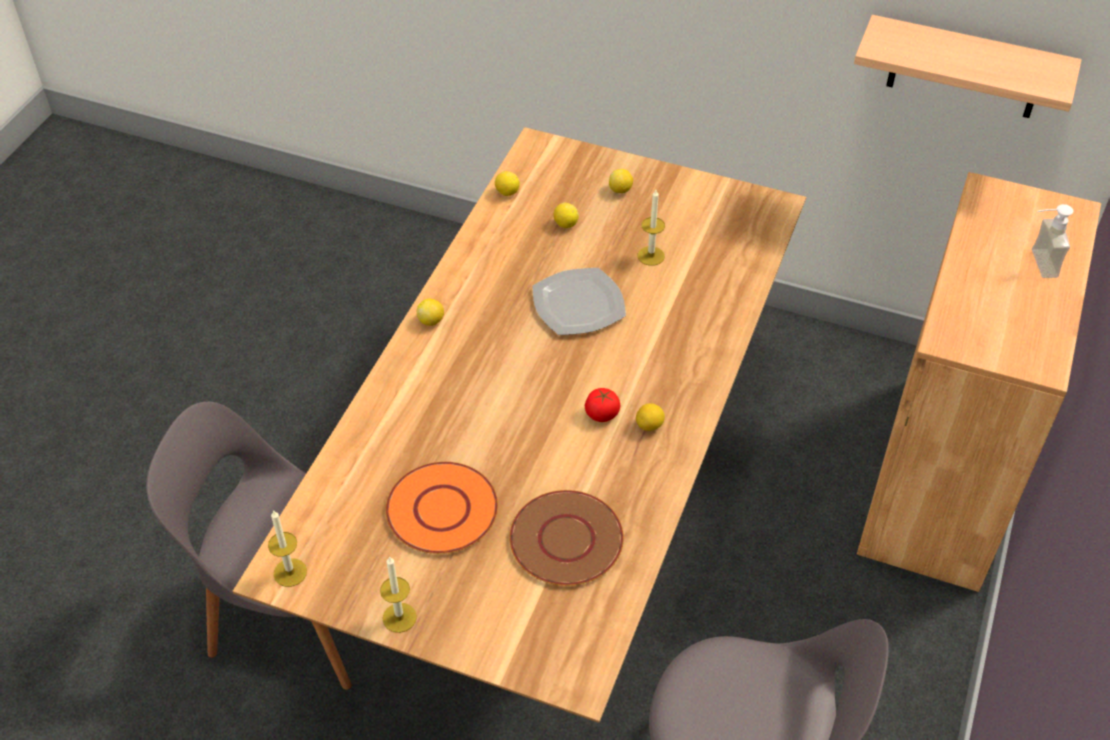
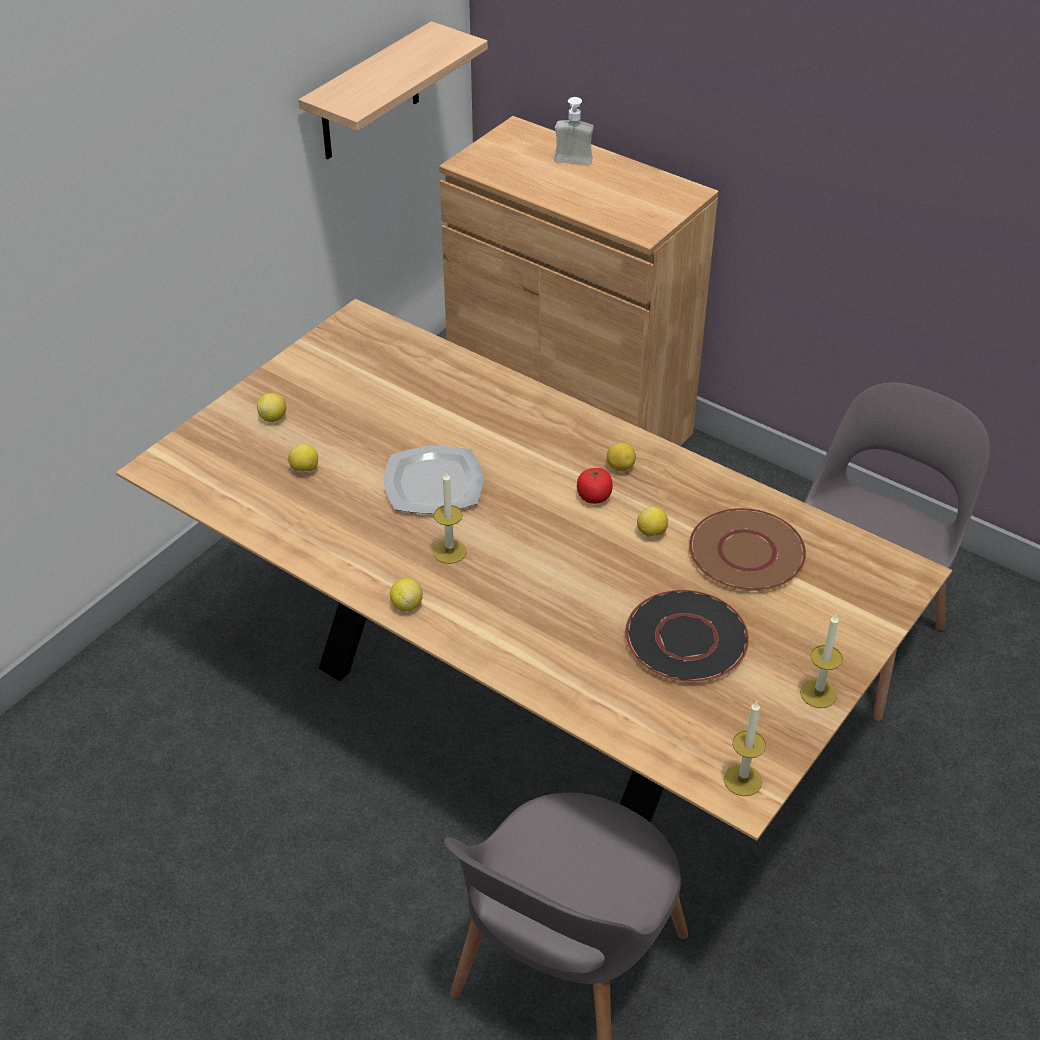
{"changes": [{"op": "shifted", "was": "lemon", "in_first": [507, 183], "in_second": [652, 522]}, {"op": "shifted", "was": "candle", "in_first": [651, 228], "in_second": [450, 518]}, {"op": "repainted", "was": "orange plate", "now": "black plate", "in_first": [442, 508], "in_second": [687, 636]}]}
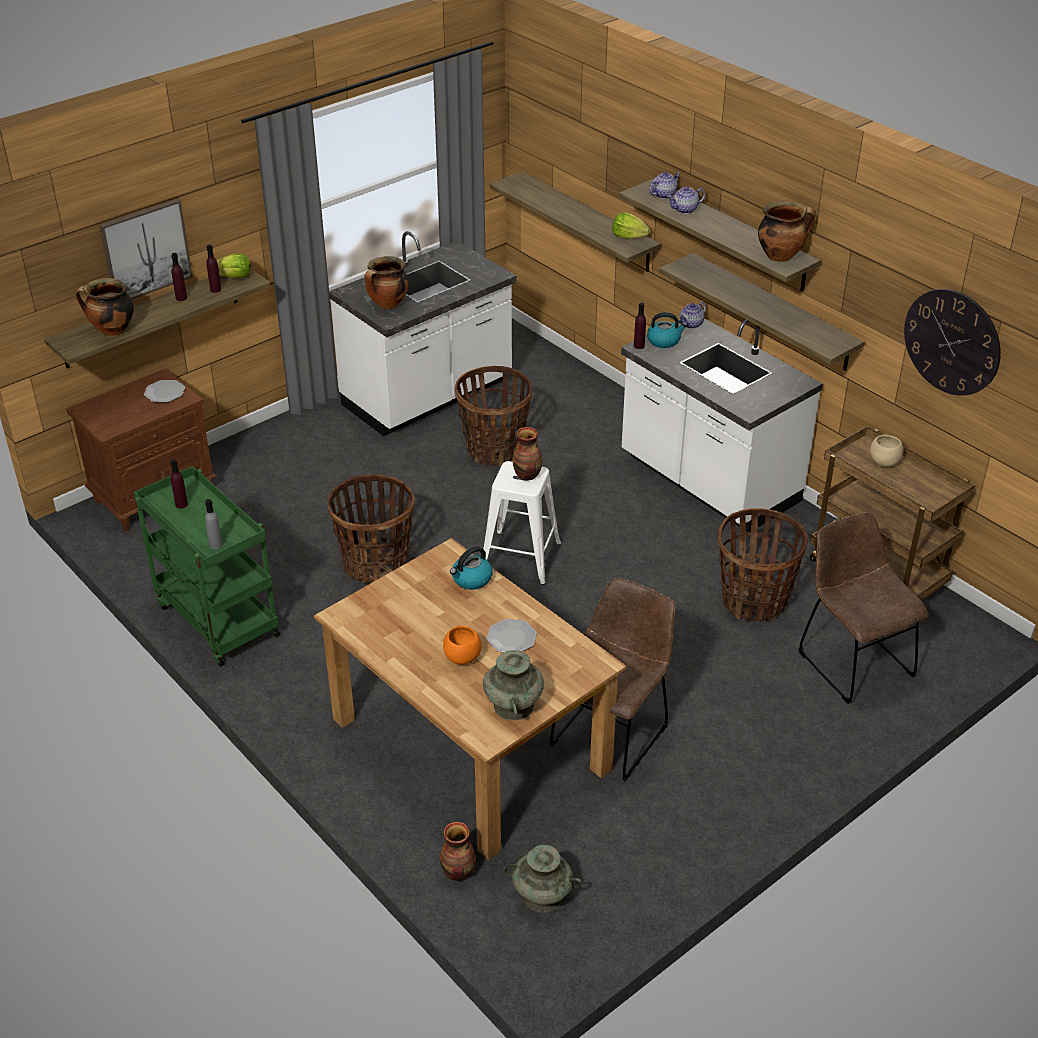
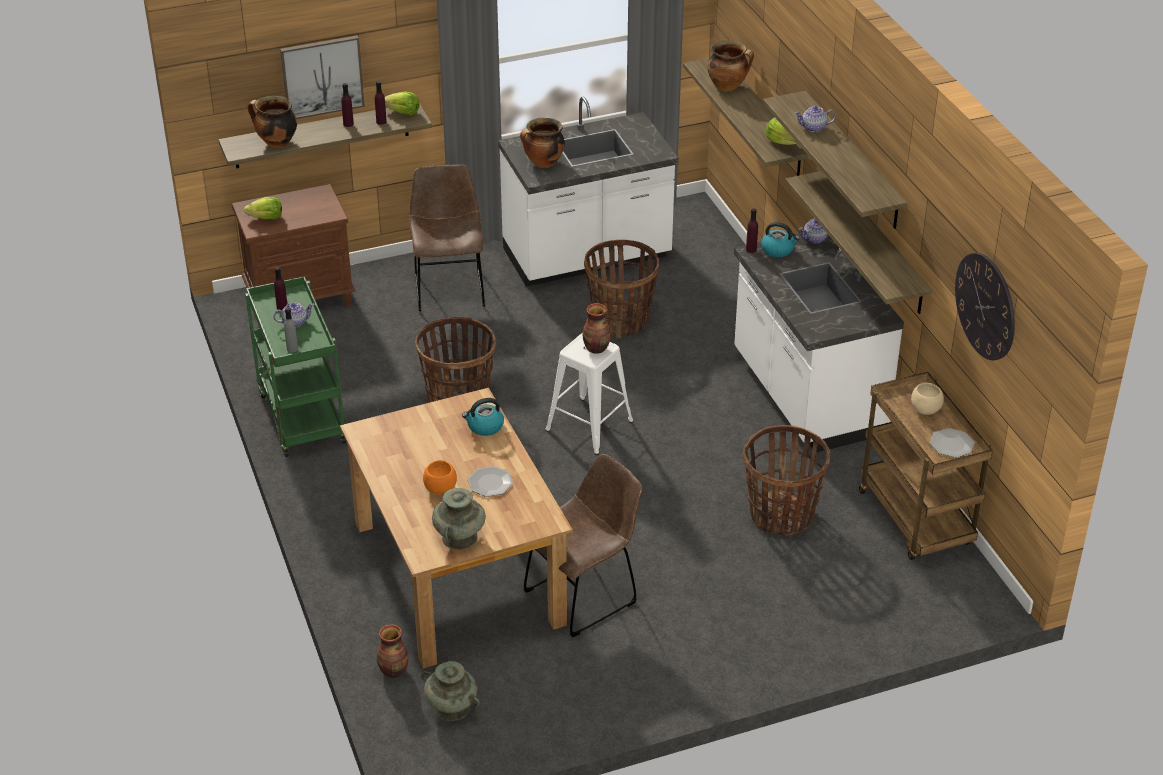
{"changes": [{"op": "new", "now": "lettuce", "in_second": [263, 208]}, {"op": "shifted", "was": "plate", "in_first": [164, 391], "in_second": [952, 443]}, {"op": "shifted", "was": "teapot", "in_first": [664, 185], "in_second": [293, 315]}, {"op": "shifted", "was": "cooking pot", "in_first": [786, 231], "in_second": [730, 66]}, {"op": "shifted", "was": "brown chair", "in_first": [863, 608], "in_second": [447, 237]}]}
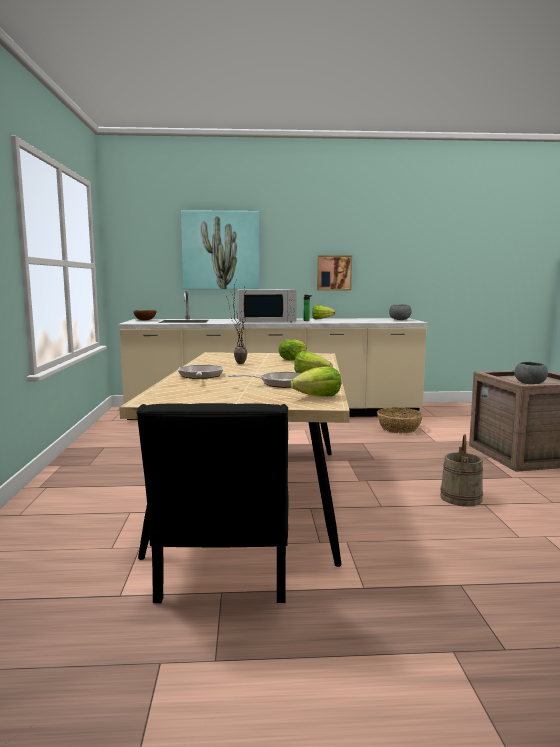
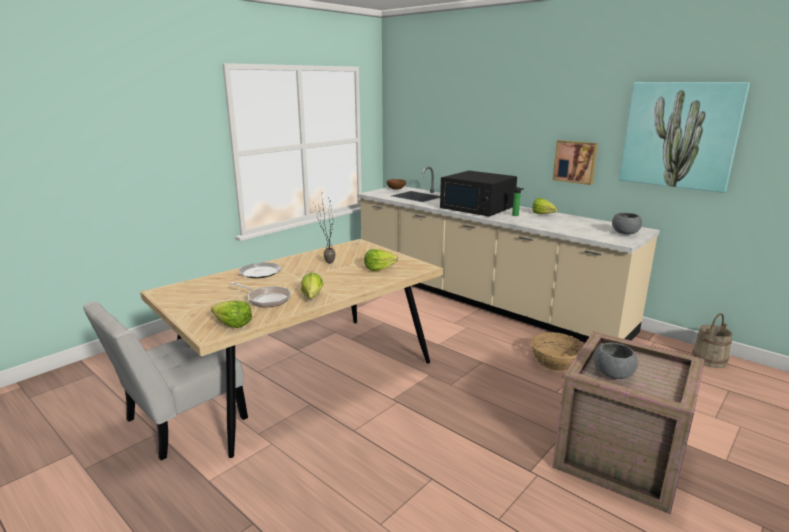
{"changes": [{"op": "shifted", "was": "picture", "in_first": [220, 249], "in_second": [684, 137]}, {"op": "shifted", "was": "beige bucket", "in_first": [461, 470], "in_second": [712, 340]}, {"op": "swapped", "was": "frying pan", "now": "plate", "in_first": [200, 372], "in_second": [260, 270]}, {"op": "repainted", "was": "black chair", "now": "white chair", "in_first": [213, 503], "in_second": [165, 380]}, {"op": "repainted", "was": "white microwave", "now": "black microwave", "in_first": [267, 306], "in_second": [478, 194]}]}
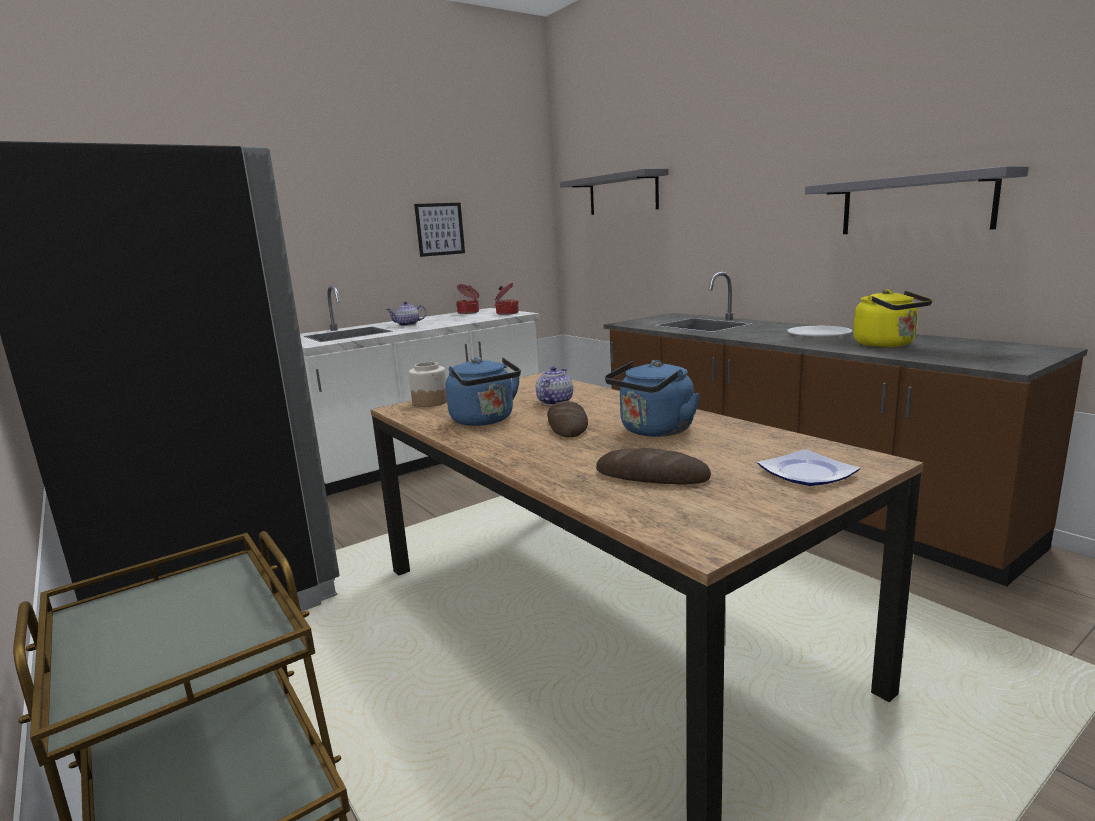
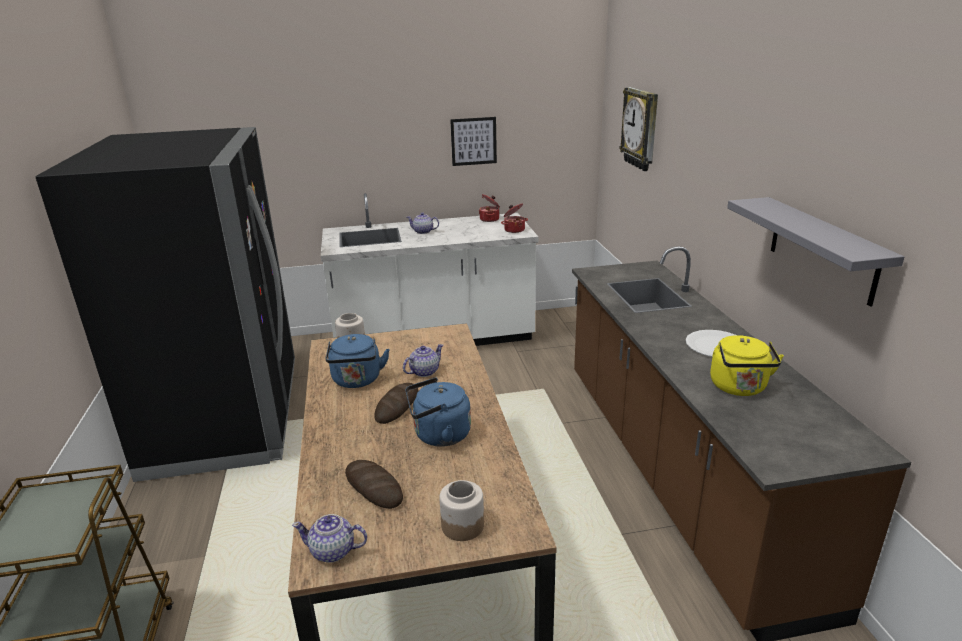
{"changes": [{"op": "new", "now": "teapot", "in_second": [329, 538]}, {"op": "swapped", "was": "grey shelf", "now": "wall clock", "in_first": [614, 192], "in_second": [639, 129]}, {"op": "swapped", "was": "plate", "now": "jar", "in_first": [808, 467], "in_second": [461, 510]}]}
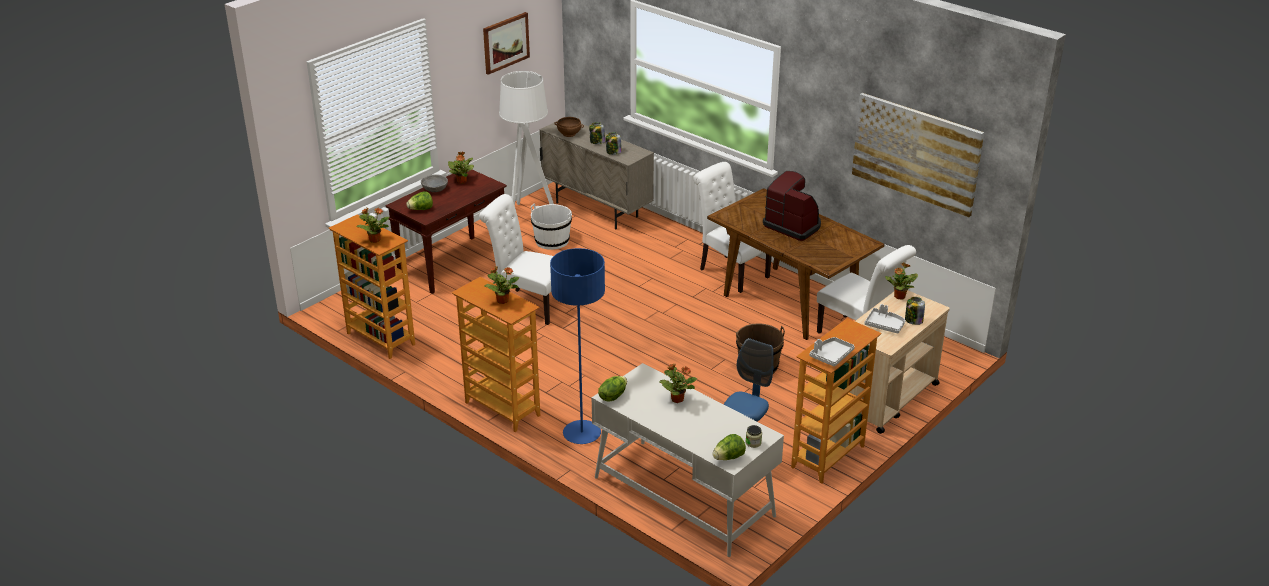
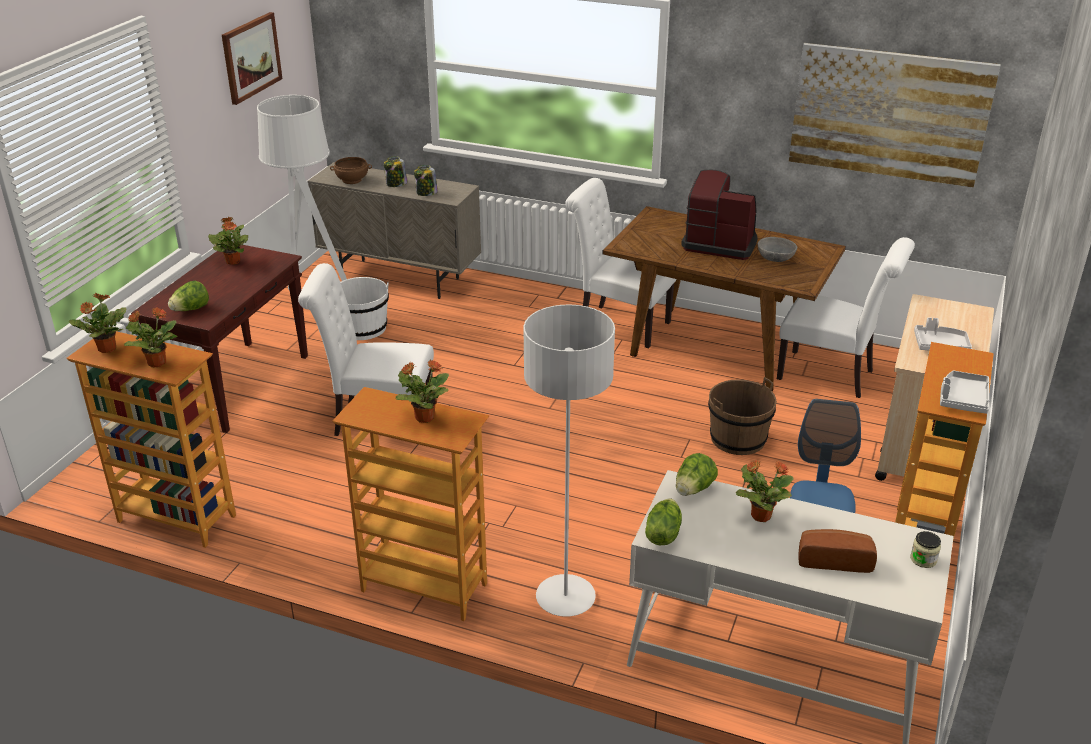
{"changes": [{"op": "gone", "was": "jar", "in_first": [915, 311]}, {"op": "new", "now": "bread", "in_second": [837, 551]}, {"op": "shifted", "was": "grey bowl", "in_first": [434, 183], "in_second": [777, 249]}, {"op": "shifted", "was": "lettuce", "in_first": [729, 447], "in_second": [697, 474]}, {"op": "shifted", "was": "potted plant", "in_first": [901, 281], "in_second": [97, 323]}, {"op": "repainted", "was": "blue floor lamp", "now": "grey floor lamp", "in_first": [577, 346], "in_second": [569, 461]}]}
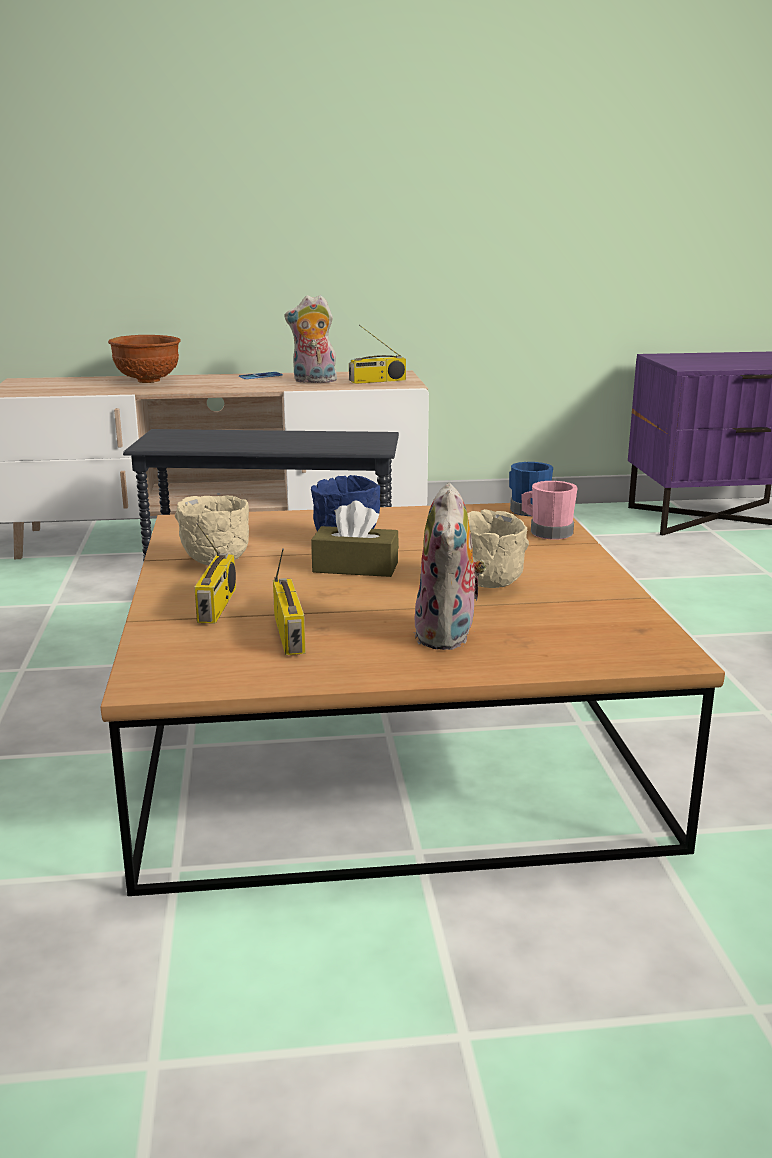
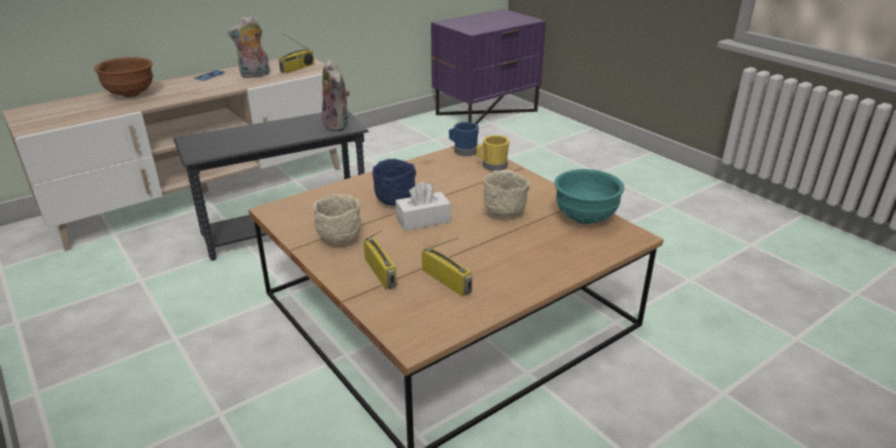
{"changes": [{"op": "new", "now": "turquoise bowl", "in_second": [589, 196]}, {"op": "shifted", "was": "plush toy", "in_first": [450, 566], "in_second": [336, 95]}, {"op": "repainted", "was": "brown tissue box", "now": "white tissue box", "in_first": [355, 539], "in_second": [423, 206]}, {"op": "repainted", "was": "pink mug", "now": "yellow mug", "in_first": [550, 510], "in_second": [493, 153]}]}
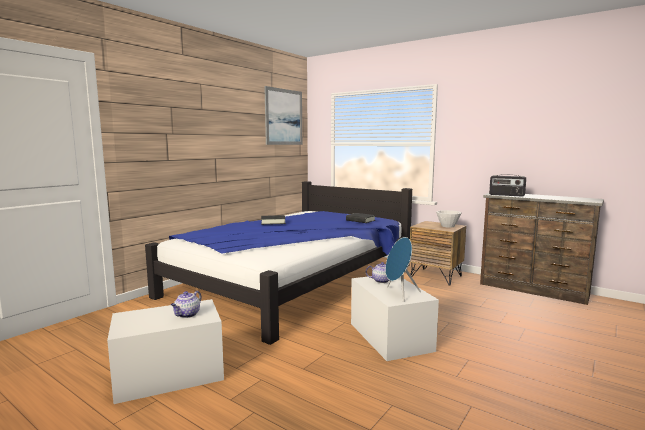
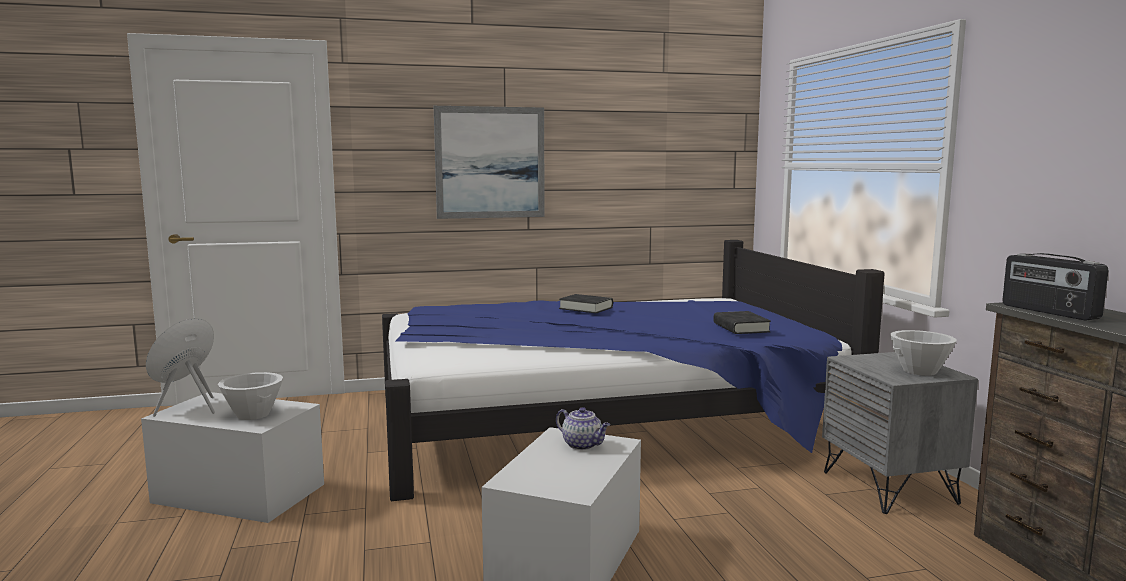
{"changes": [{"op": "shifted", "was": "picture", "in_first": [283, 115], "in_second": [489, 162]}, {"op": "shifted", "was": "blue speaker", "in_first": [403, 269], "in_second": [180, 367]}, {"op": "swapped", "was": "teapot", "now": "white bowl", "in_first": [186, 304], "in_second": [250, 396]}, {"op": "repainted", "was": "brown nightstand", "now": "grey nightstand", "in_first": [438, 253], "in_second": [900, 433]}]}
